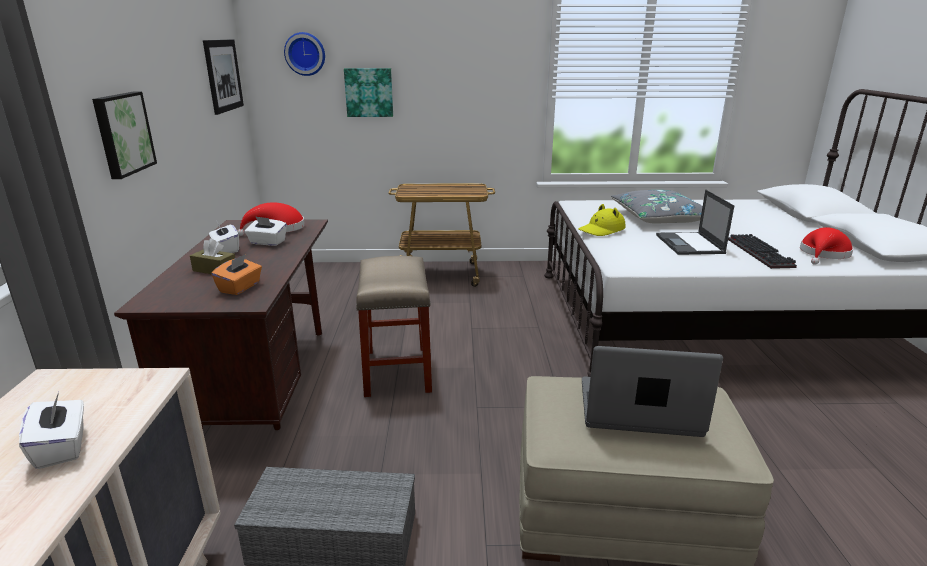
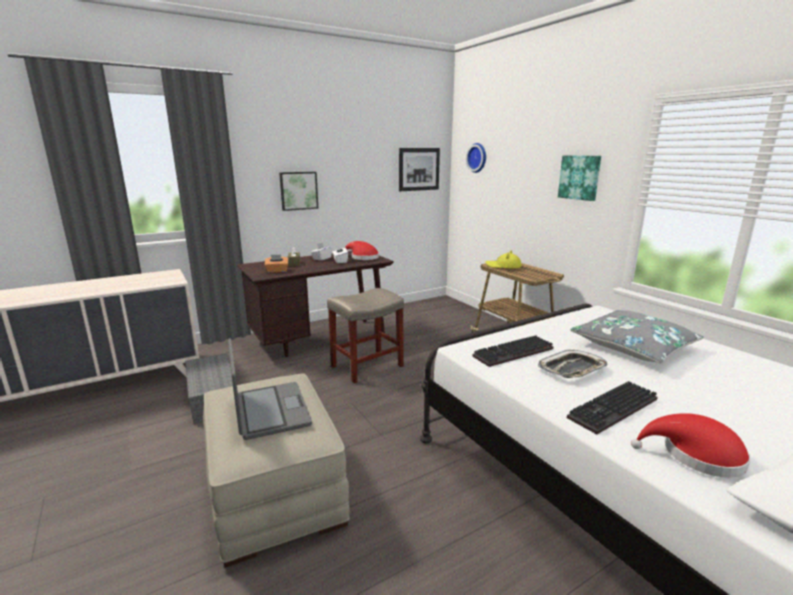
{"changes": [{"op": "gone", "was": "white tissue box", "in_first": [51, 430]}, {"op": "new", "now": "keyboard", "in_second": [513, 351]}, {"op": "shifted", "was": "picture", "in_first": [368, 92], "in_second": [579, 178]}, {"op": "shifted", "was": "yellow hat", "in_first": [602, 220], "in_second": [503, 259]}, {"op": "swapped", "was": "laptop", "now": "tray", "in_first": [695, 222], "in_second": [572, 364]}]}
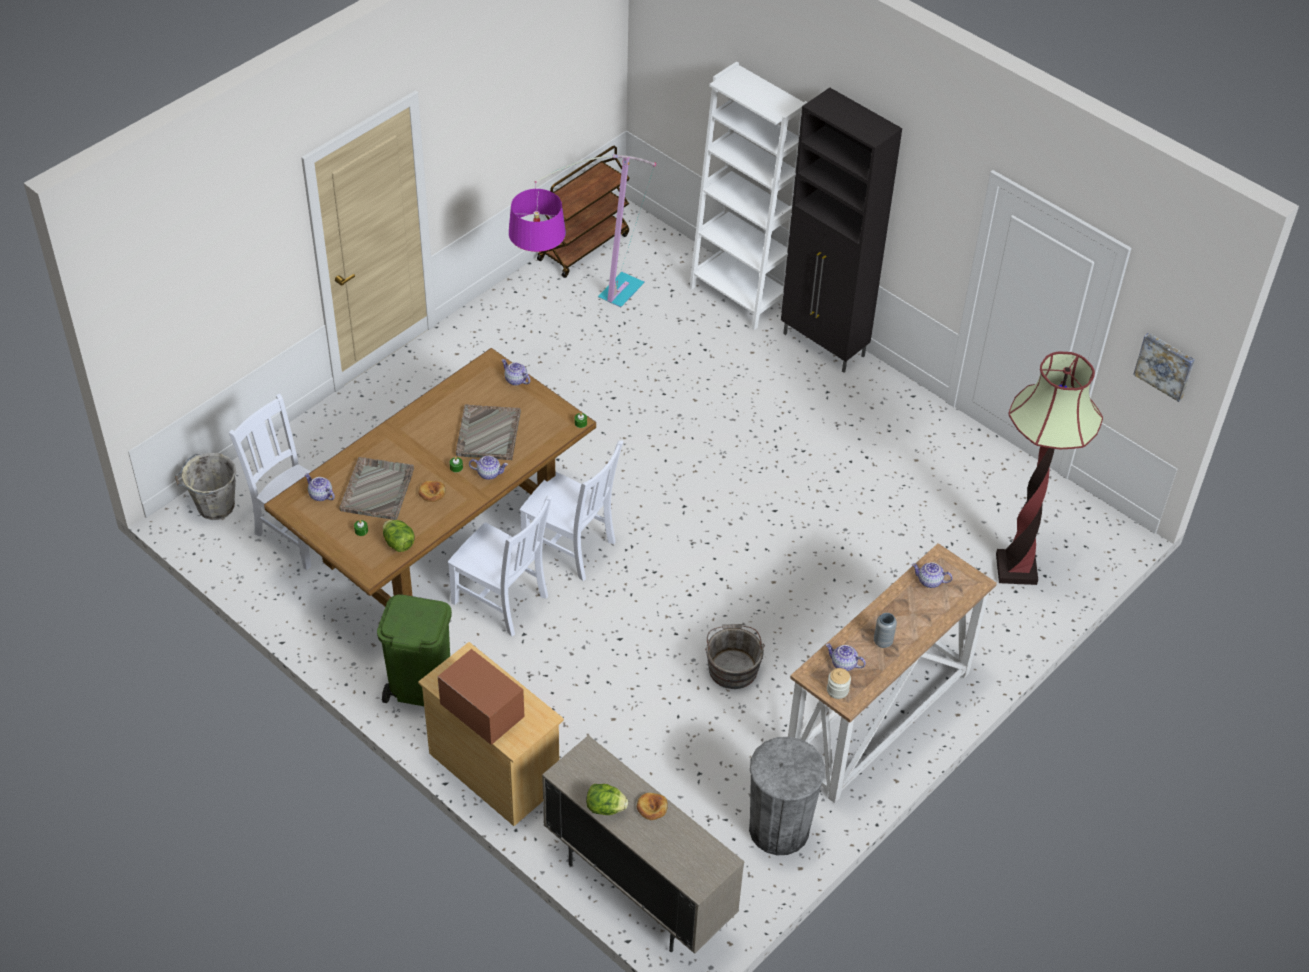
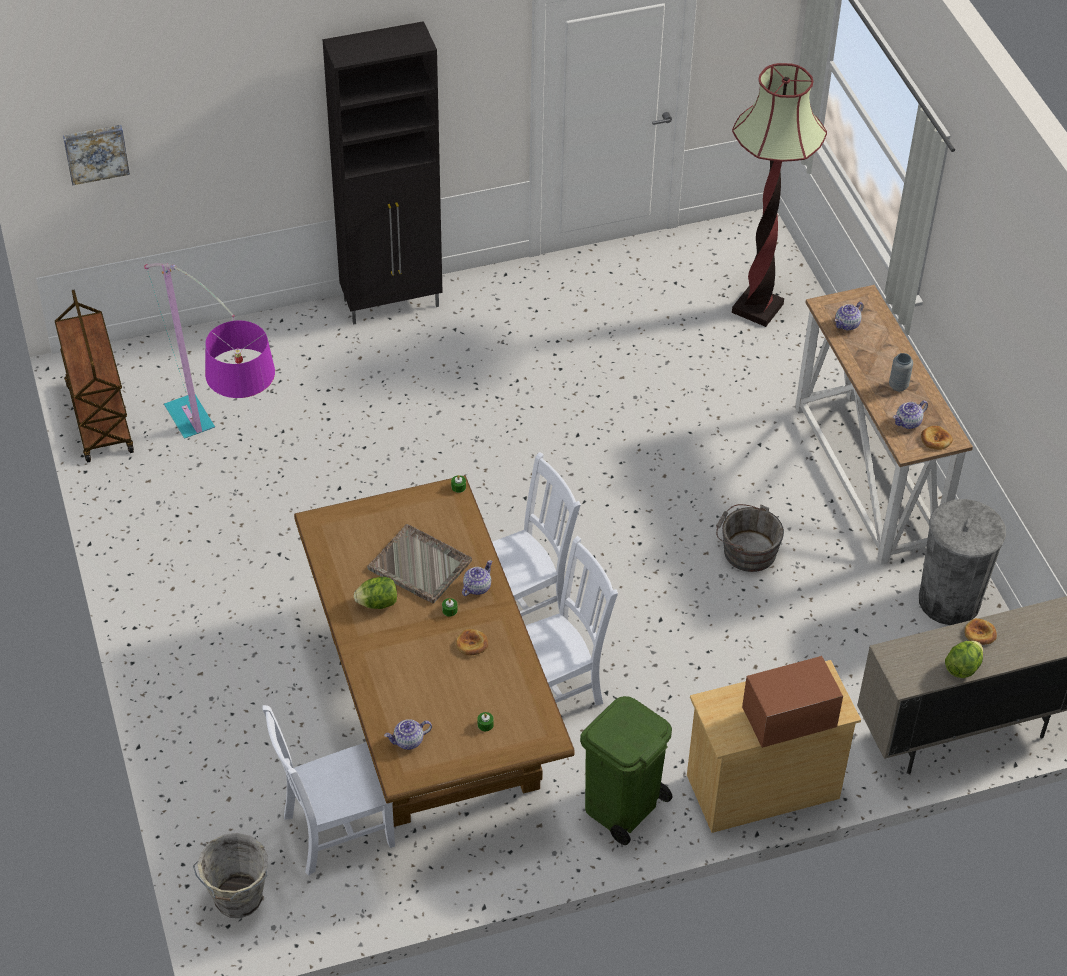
{"changes": [{"op": "gone", "was": "grey tray", "in_first": [376, 488]}, {"op": "gone", "was": "teapot", "in_first": [516, 372]}, {"op": "gone", "was": "white bookcase", "in_first": [749, 195]}, {"op": "shifted", "was": "lettuce", "in_first": [399, 536], "in_second": [375, 593]}, {"op": "shifted", "was": "picture", "in_first": [1164, 367], "in_second": [96, 155]}, {"op": "swapped", "was": "jar", "now": "bread", "in_first": [839, 683], "in_second": [937, 438]}]}
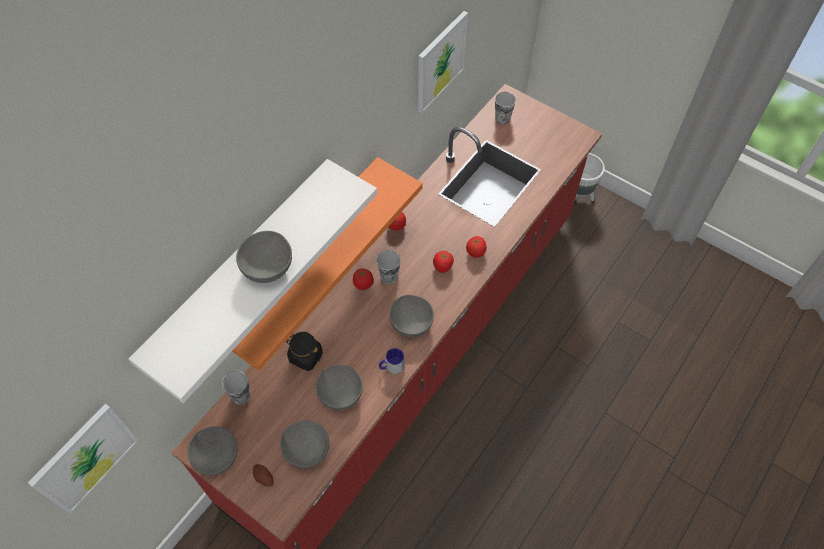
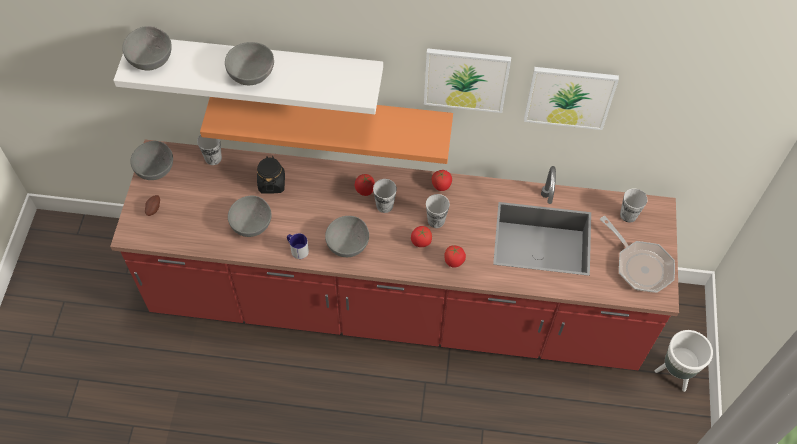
{"changes": [{"op": "new", "now": "cup", "in_second": [438, 211]}, {"op": "new", "now": "frying pan", "in_second": [637, 254]}, {"op": "shifted", "was": "picture", "in_first": [83, 459], "in_second": [467, 80]}, {"op": "shifted", "was": "grey bowl", "in_first": [304, 444], "in_second": [147, 48]}]}
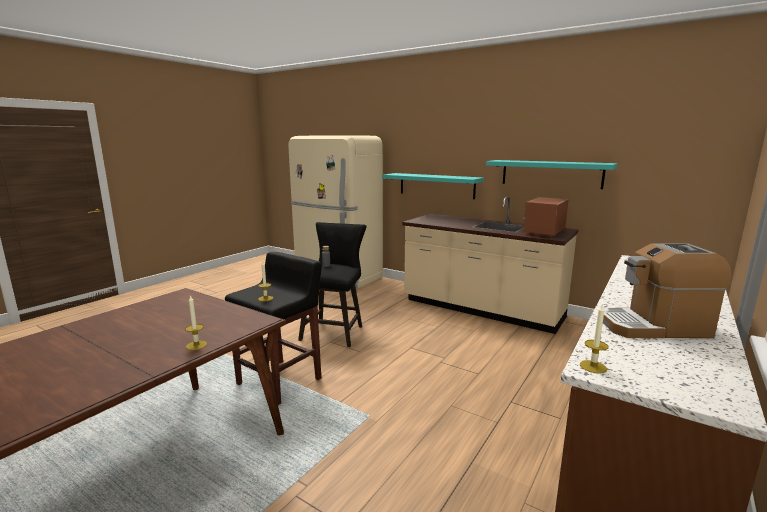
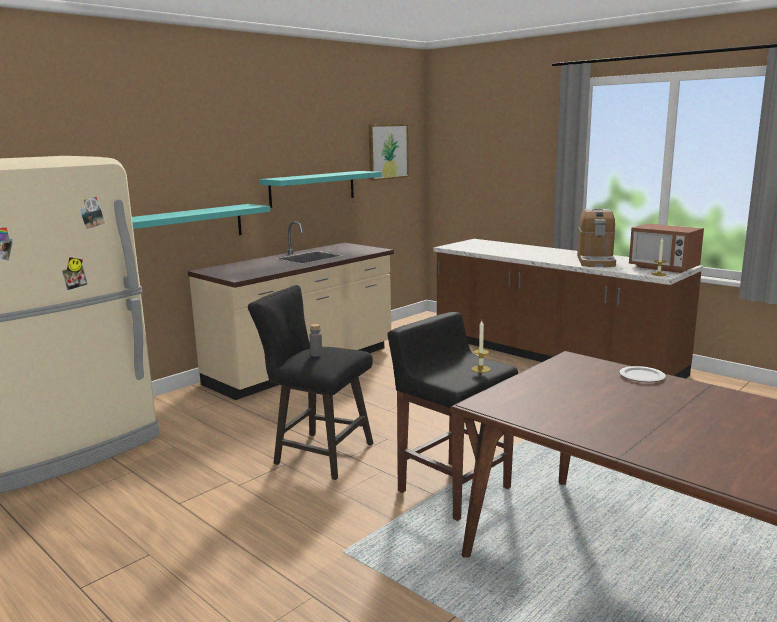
{"changes": [{"op": "new", "now": "picture", "in_second": [389, 152]}, {"op": "shifted", "was": "microwave", "in_first": [546, 217], "in_second": [666, 248]}, {"op": "swapped", "was": "candle", "now": "plate", "in_first": [196, 322], "in_second": [642, 374]}]}
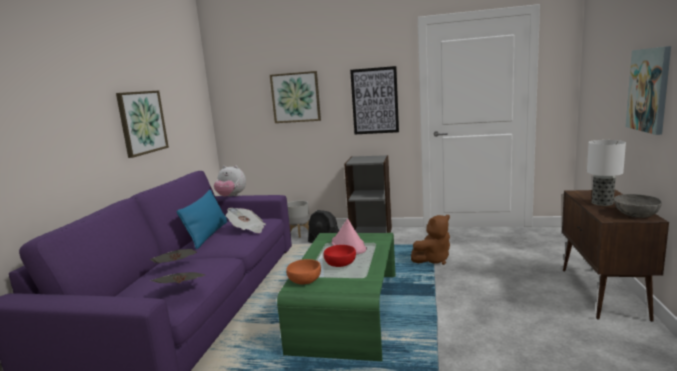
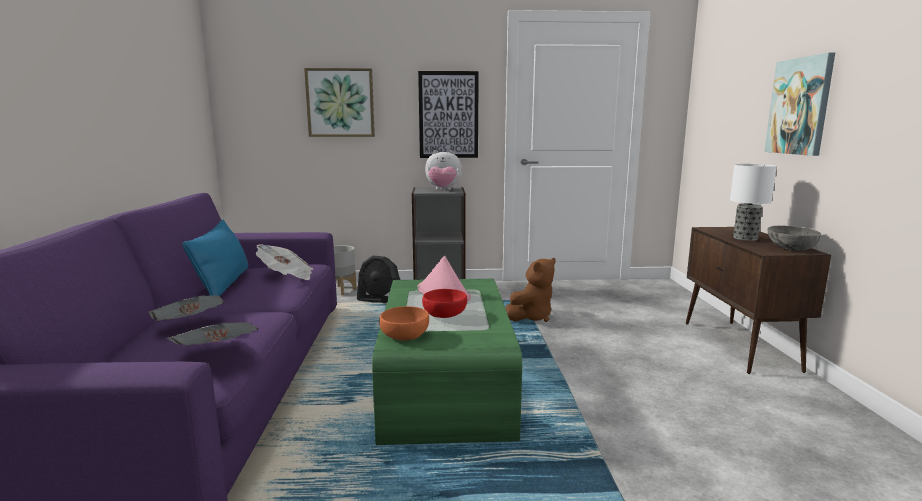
{"changes": [{"op": "gone", "was": "picture", "in_first": [142, 124]}, {"op": "shifted", "was": "plush toy", "in_first": [230, 181], "in_second": [443, 170]}]}
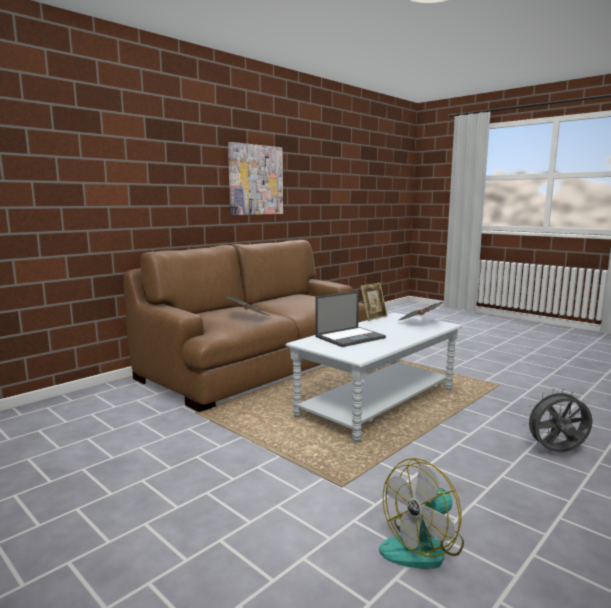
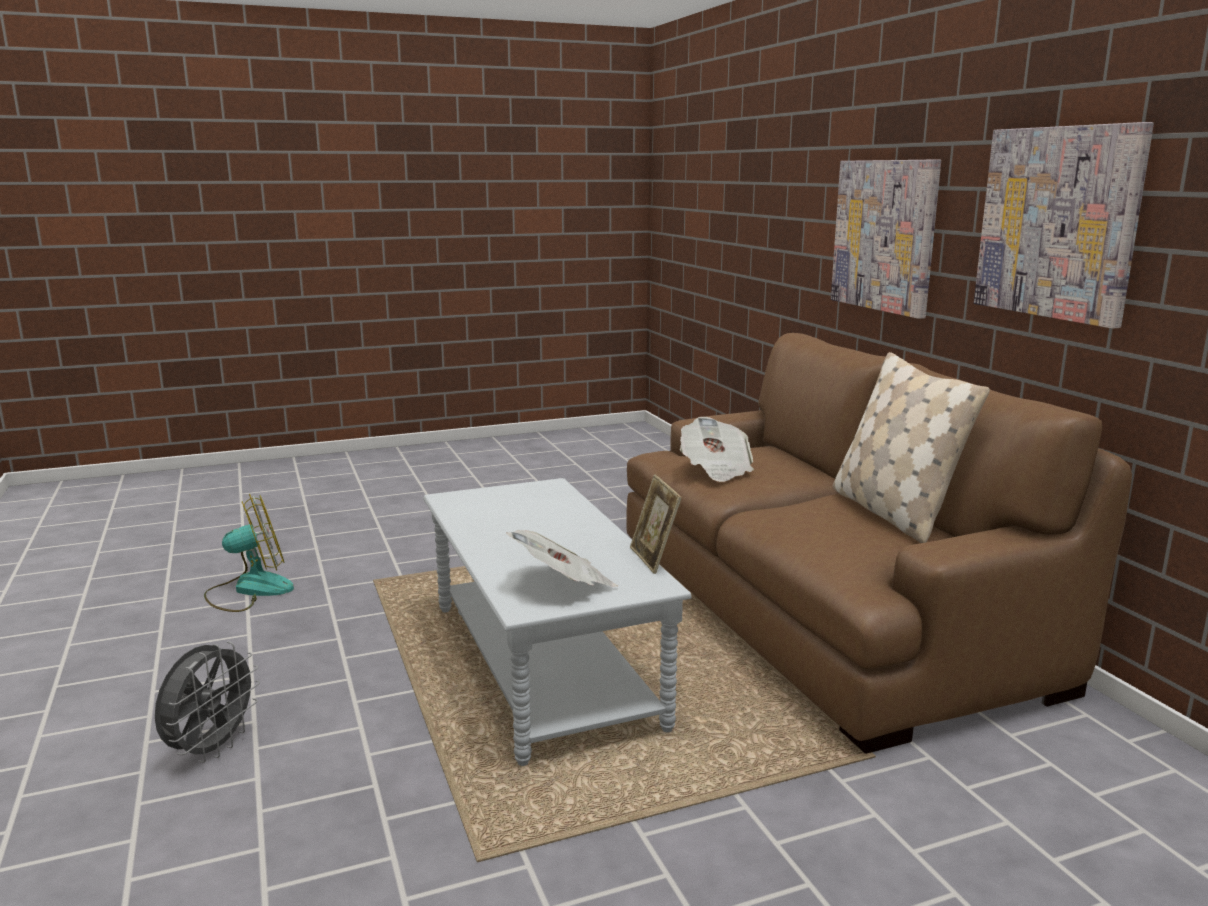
{"changes": [{"op": "gone", "was": "laptop", "in_first": [350, 319]}, {"op": "new", "now": "picture", "in_second": [886, 239]}, {"op": "new", "now": "beige pillow", "in_second": [911, 447]}, {"op": "rotated", "was": "fan", "in_first": [421, 513], "in_second": [249, 553], "clockwise": 75}]}
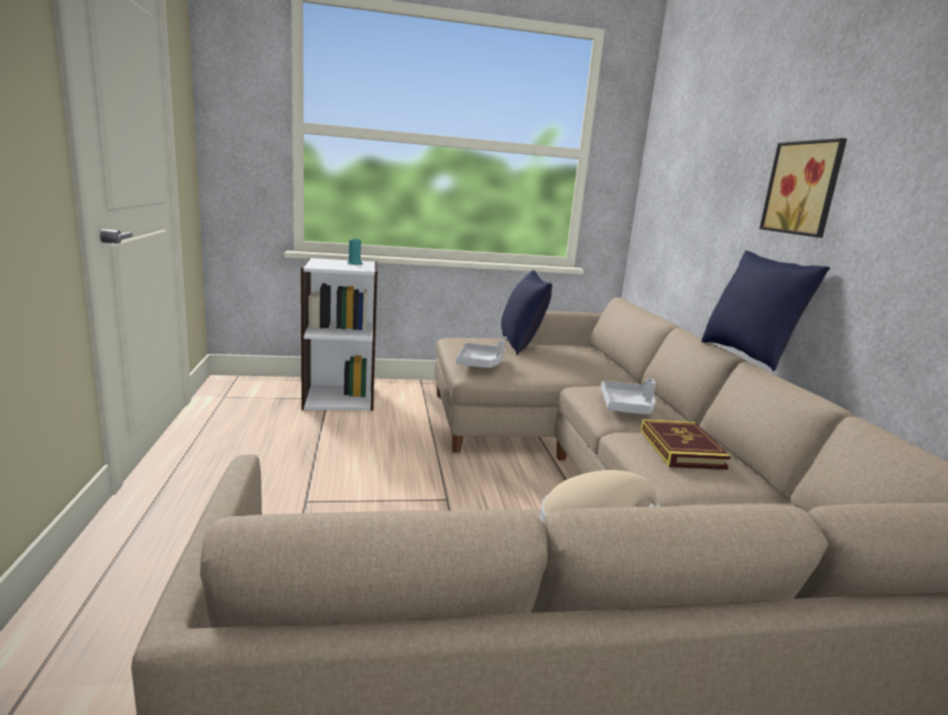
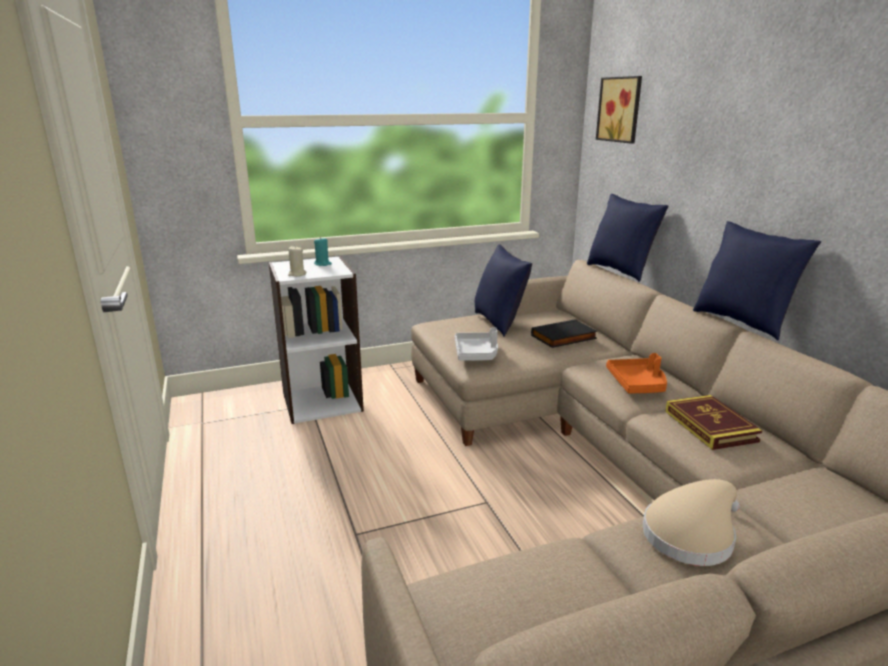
{"changes": [{"op": "new", "now": "beige candle", "in_second": [297, 261]}, {"op": "new", "now": "black book", "in_second": [564, 333]}, {"op": "new", "now": "blue pillow", "in_second": [628, 238]}, {"op": "shifted", "was": "picture", "in_first": [803, 188], "in_second": [619, 110]}, {"op": "repainted", "was": "grey tray", "now": "orange tray", "in_first": [628, 396], "in_second": [636, 373]}]}
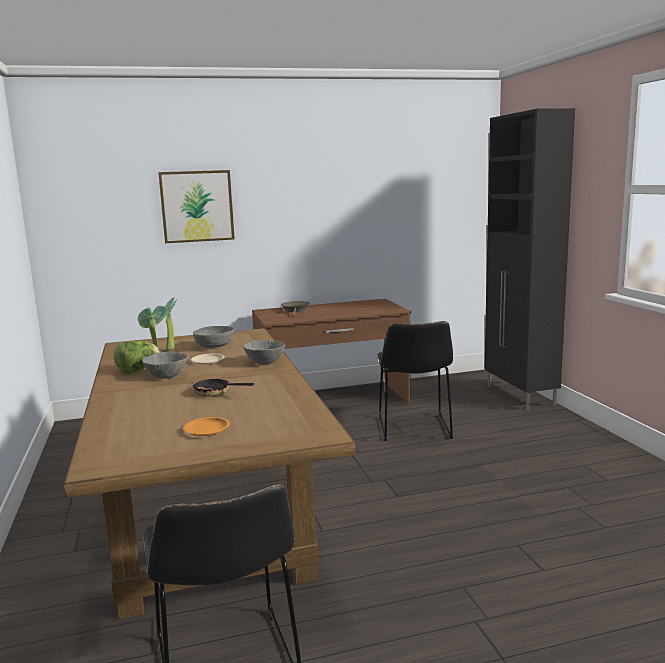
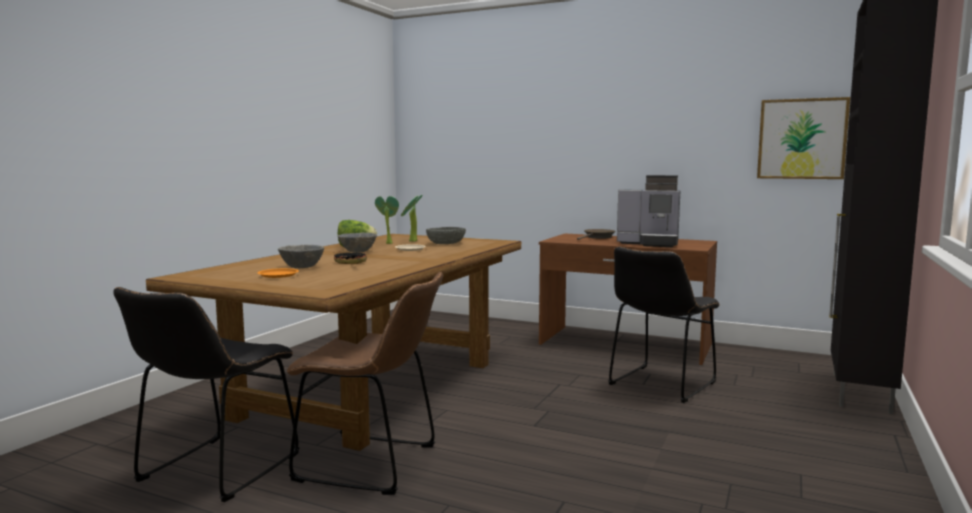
{"changes": [{"op": "new", "now": "brown chair", "in_second": [365, 383]}, {"op": "new", "now": "coffee machine", "in_second": [649, 211]}, {"op": "shifted", "was": "picture", "in_first": [196, 206], "in_second": [803, 138]}, {"op": "shifted", "was": "grey bowl", "in_first": [264, 352], "in_second": [301, 256]}]}
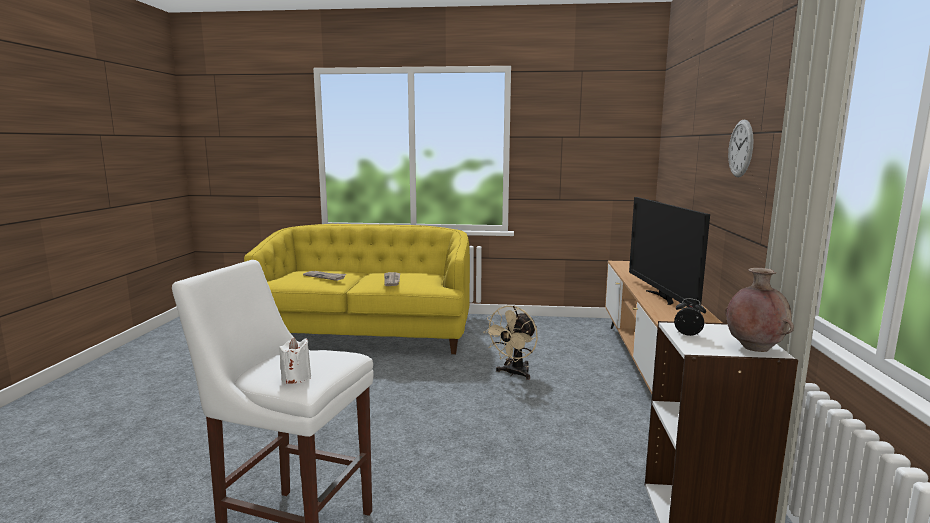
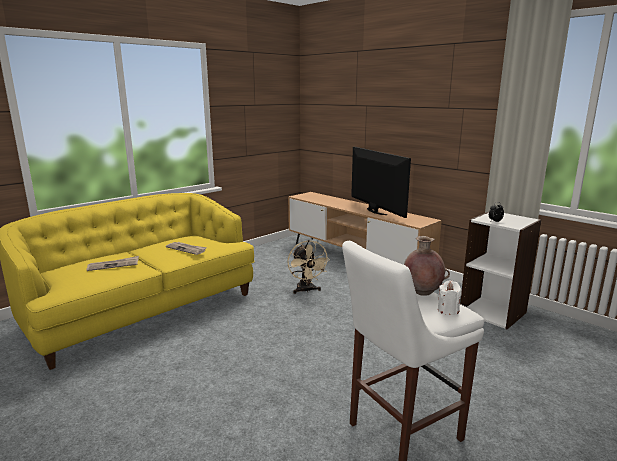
{"changes": [{"op": "gone", "was": "wall clock", "in_first": [740, 148]}, {"op": "shifted", "was": "brown vase", "in_first": [759, 310], "in_second": [427, 266]}, {"op": "rotated", "was": "television", "in_first": [669, 254], "in_second": [381, 182], "clockwise": -150}]}
